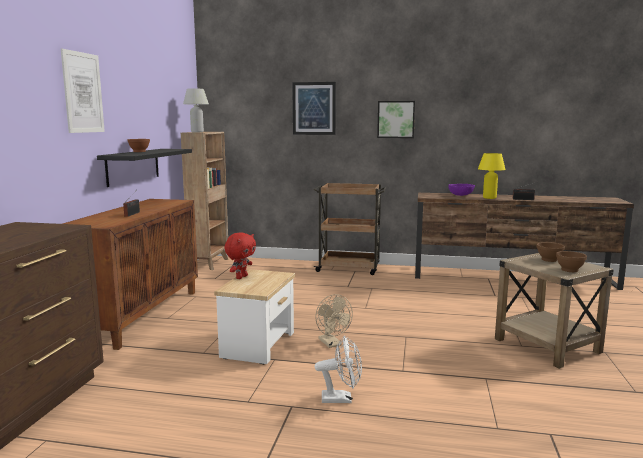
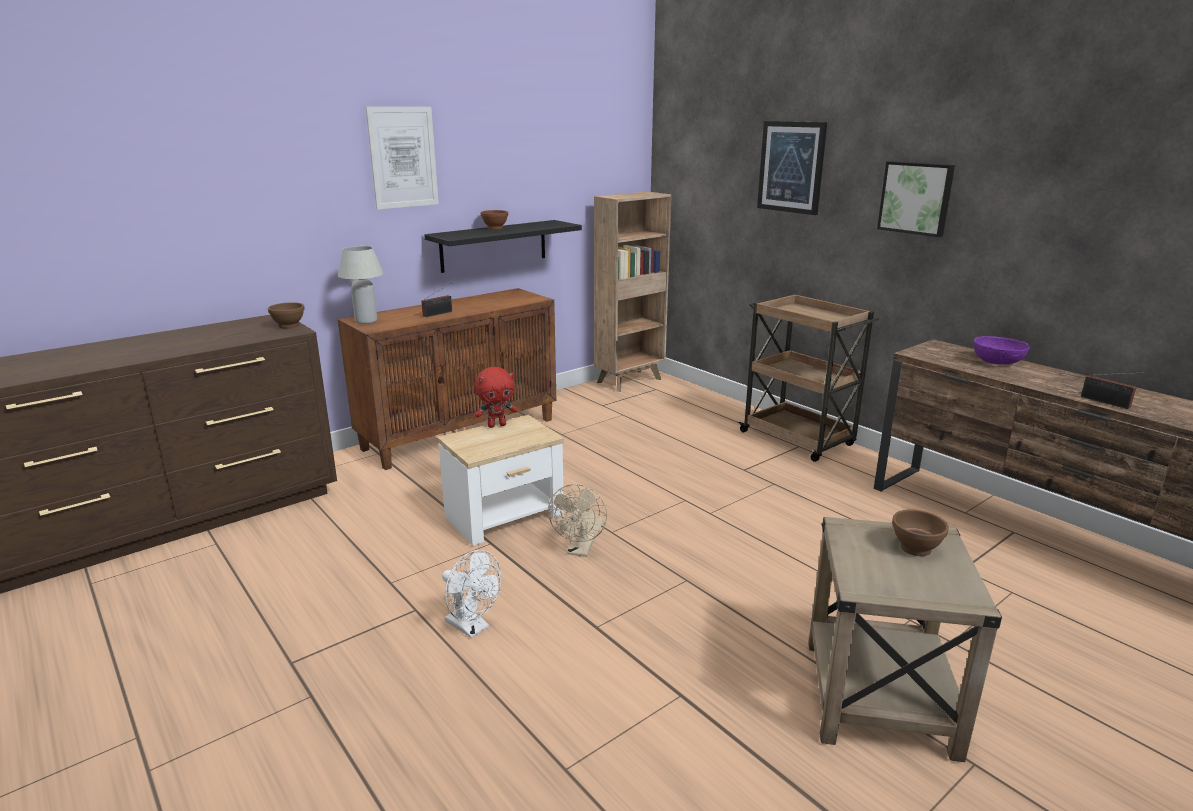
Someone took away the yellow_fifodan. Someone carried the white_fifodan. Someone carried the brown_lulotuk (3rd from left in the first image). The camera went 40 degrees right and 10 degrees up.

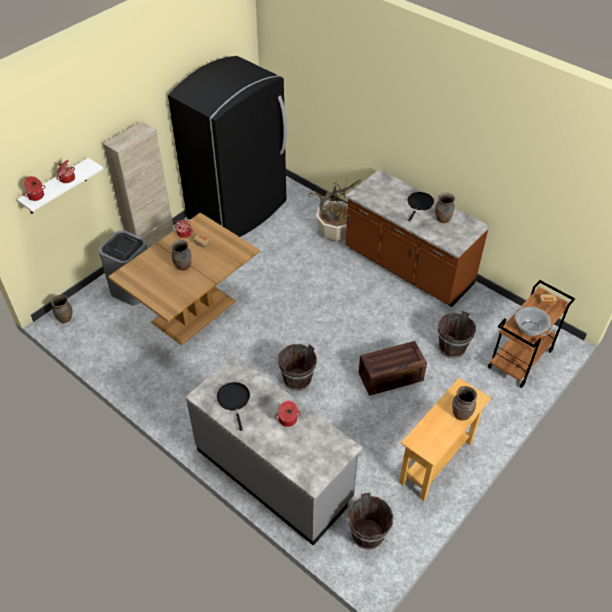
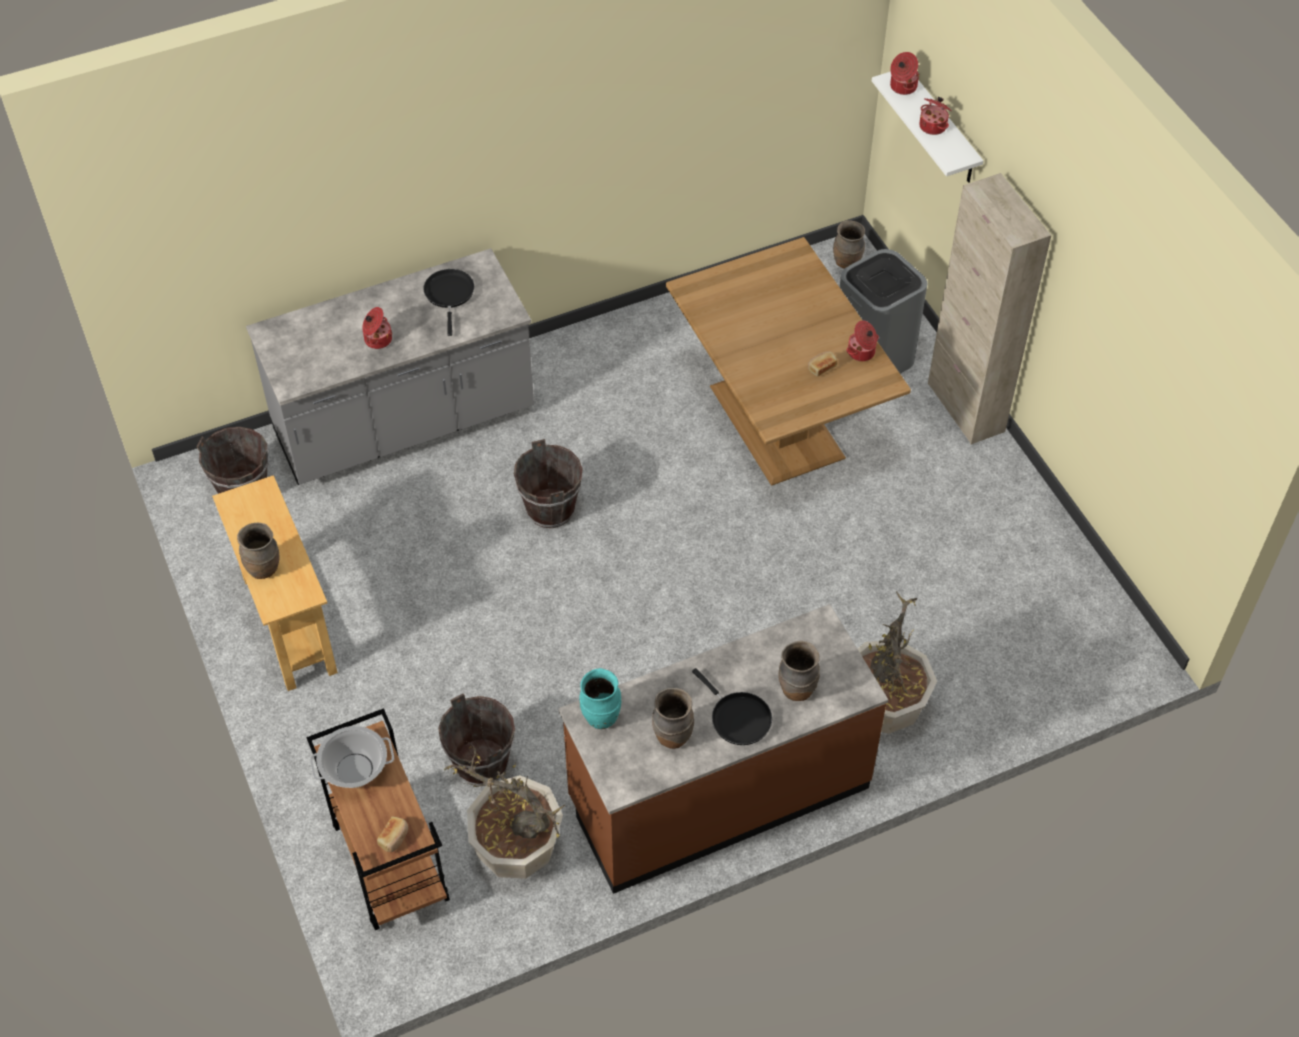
Someone took away the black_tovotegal. Someone took away the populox. Someone put down the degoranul (1st from left). Someone put down the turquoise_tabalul. Someone carried the brown_tabalul (2nd from left in the first image). Someone rotated the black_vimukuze (1st from left) by 105 degrees counterclockwise. The camera went 115 degrees right and 5 degrees up.

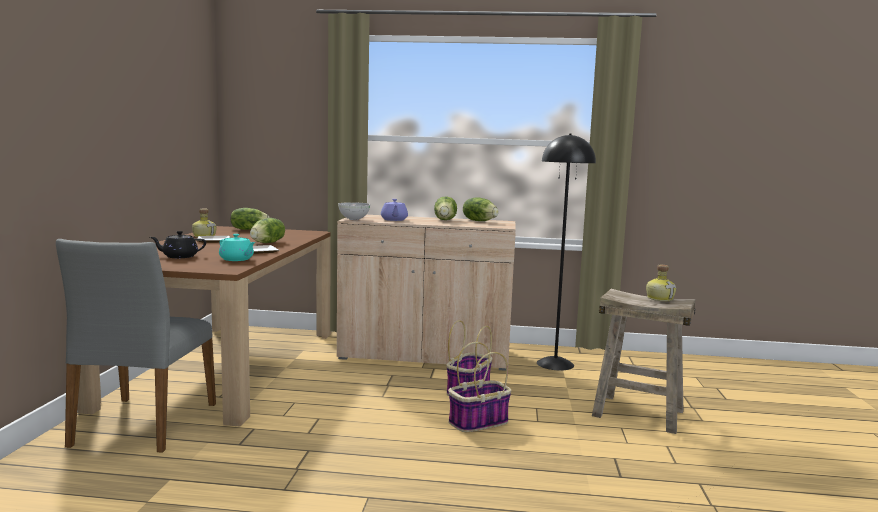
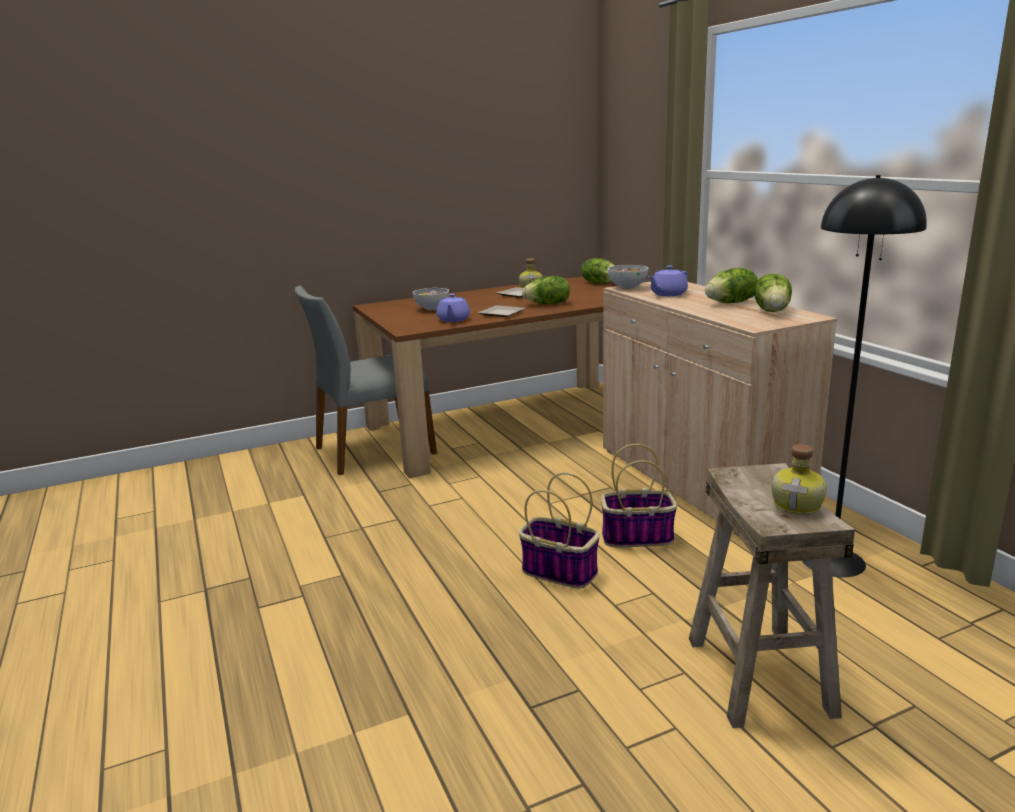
Someone swapped the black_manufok for the lulotuk (1st from left). Someone repainted the turquoise_manufok, which became the purple_manufok (1st from left). The camera went 60 degrees right and 10 degrees up.

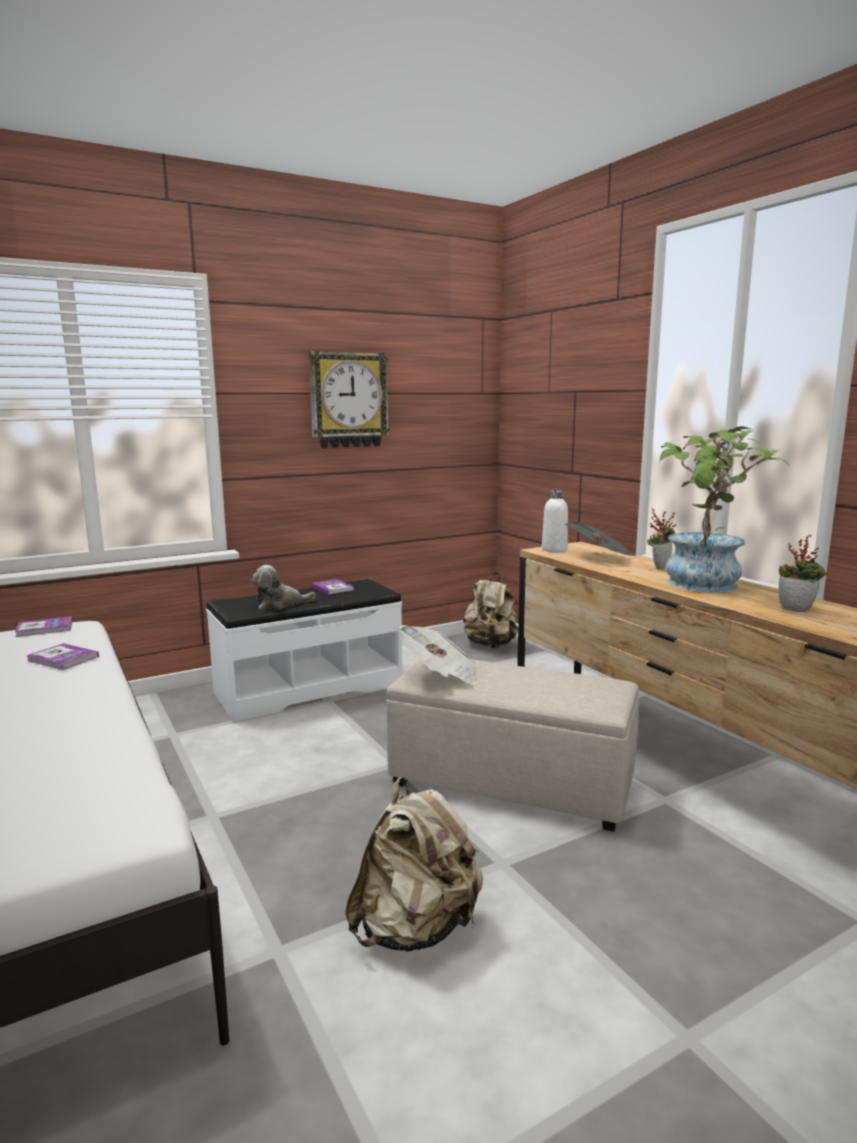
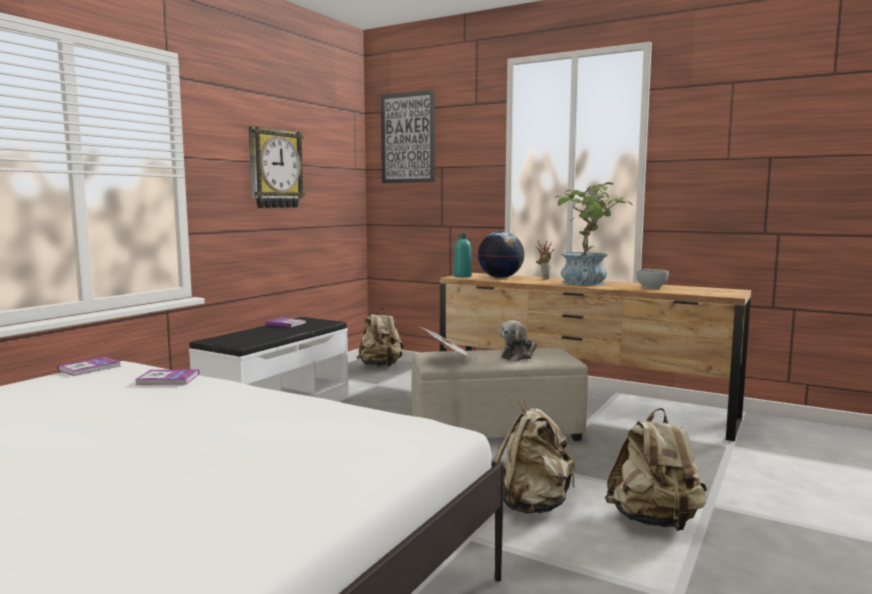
Someone put up the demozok. Someone put down the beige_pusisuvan (3rd from left). Someone carried the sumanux. Someone swapped the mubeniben (2nd from left) for the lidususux. Someone swapped the degoranul (3rd from left) for the lulotuk. Someone repainted the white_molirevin, which became the turquoise_molirevin. The camera went 30 degrees left and 5 degrees down.

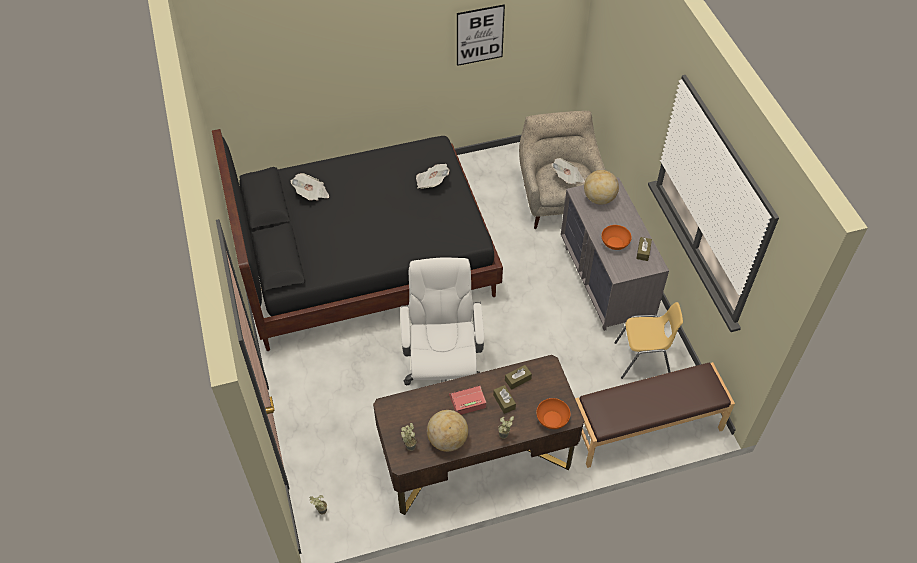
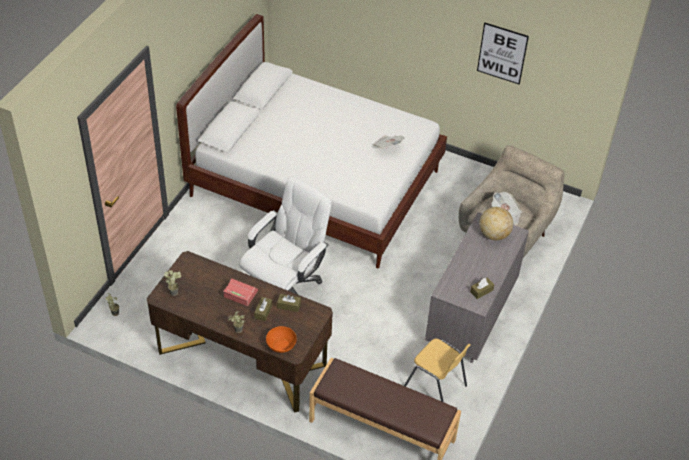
Someone took away the mubeniben (1st from left). Someone took away the lidususux (1st from left). Someone took away the orange_lulotuk (2nd from left). Someone repainted the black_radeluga, which became the white_radeluga. The camera went 40 degrees right and 5 degrees down.

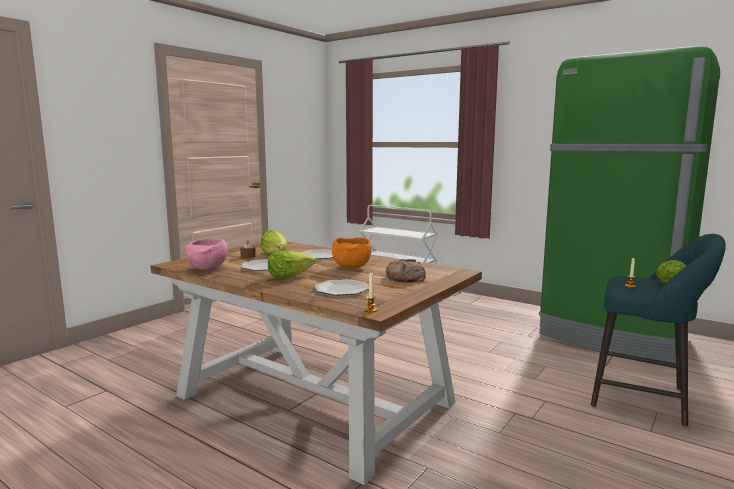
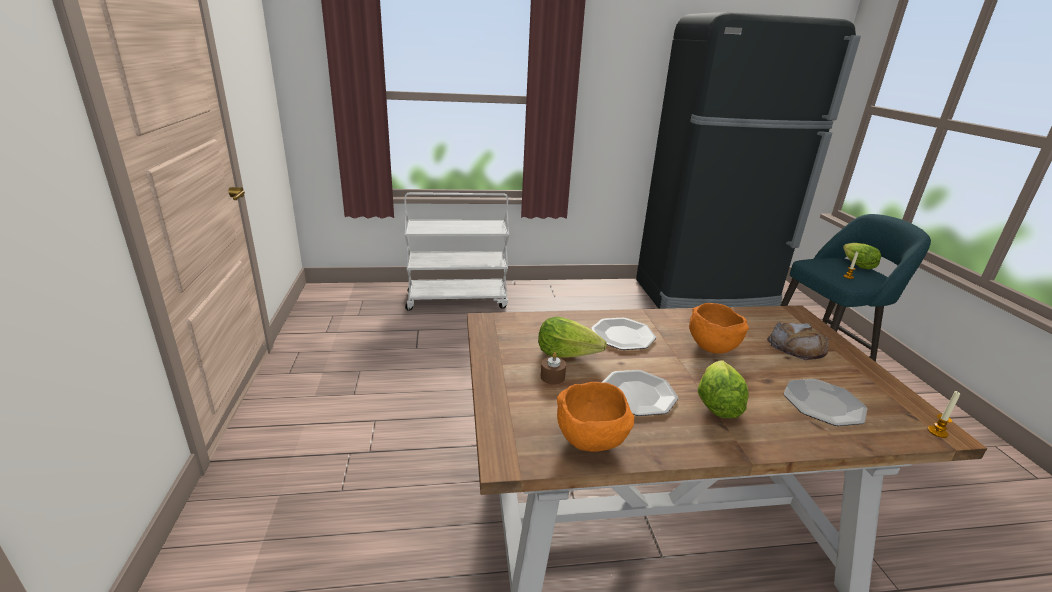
Someone repainted the pink_lulotuk, which became the orange_lulotuk (1st from left). Someone repainted the green_tovotegal, which became the black_tovotegal. The camera went 45 degrees left and 15 degrees up.

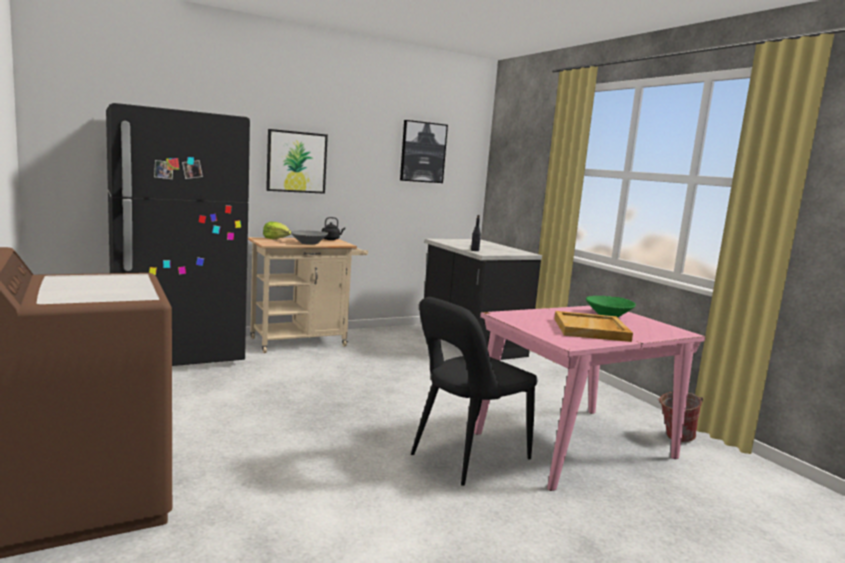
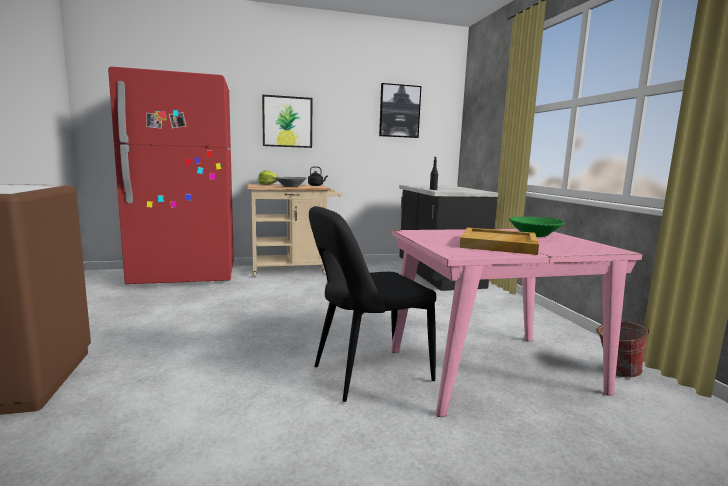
Someone repainted the black_tovotegal, which became the red_tovotegal. The camera went 15 degrees right and 0 degrees up.

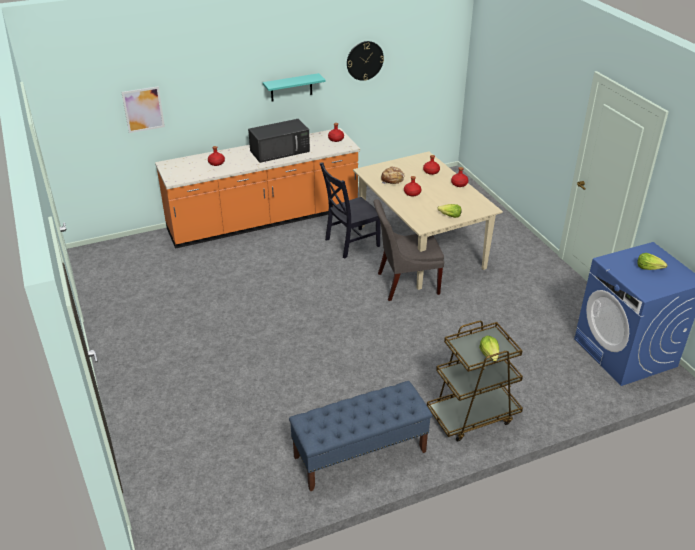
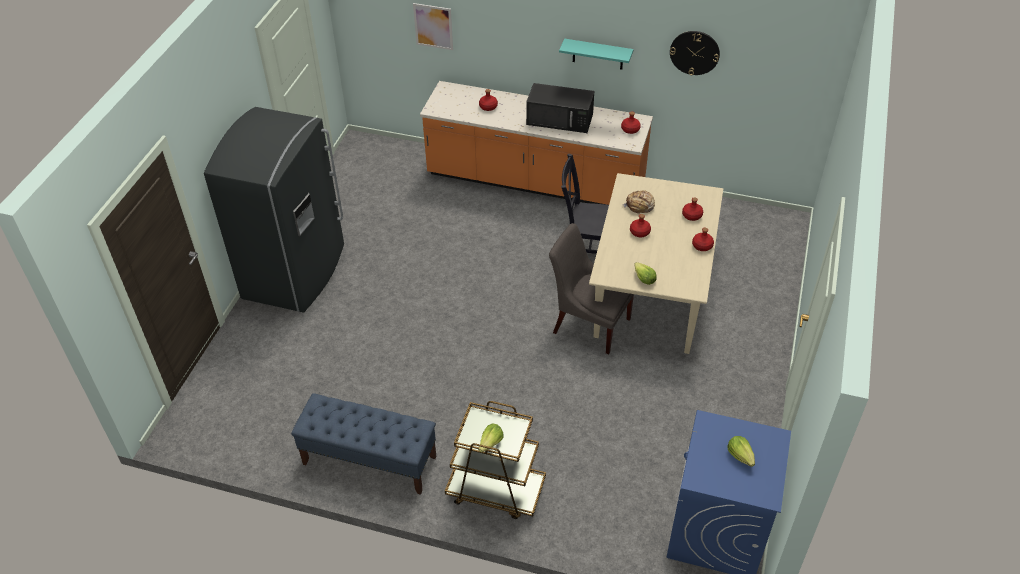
Someone put down the grey_tovotegal. The camera went 40 degrees right and 10 degrees up.

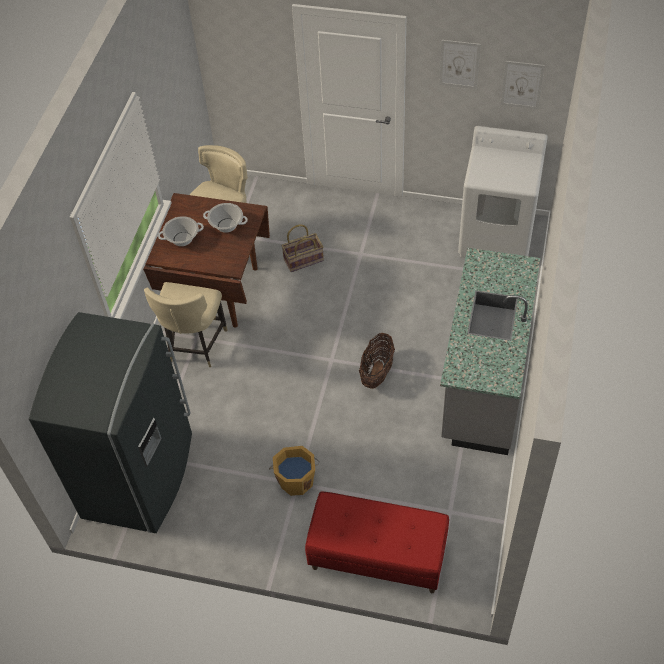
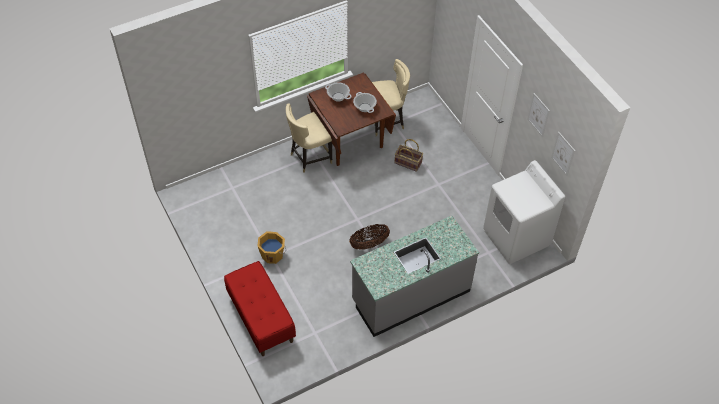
Someone took away the grey_tovotegal. The camera went 45 degrees right and 0 degrees up.

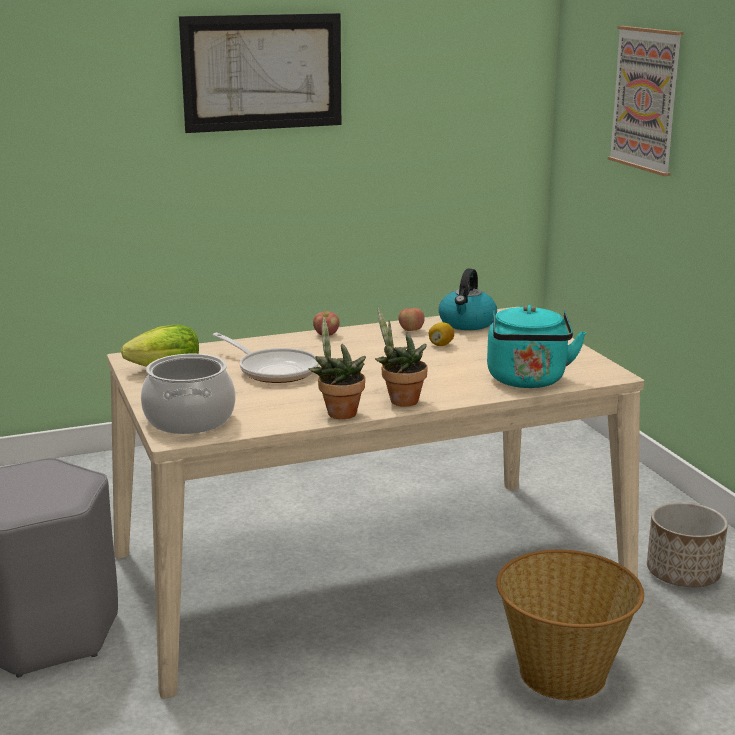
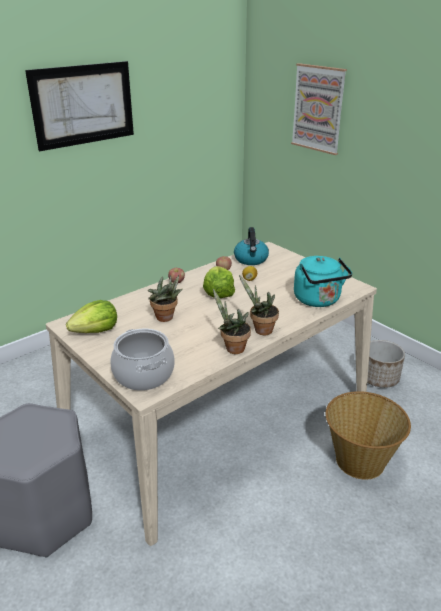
Someone put down the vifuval (2nd from left). Someone swapped the vimukuze for the degoranul (1st from left). The camera went 20 degrees left and 10 degrees up.

